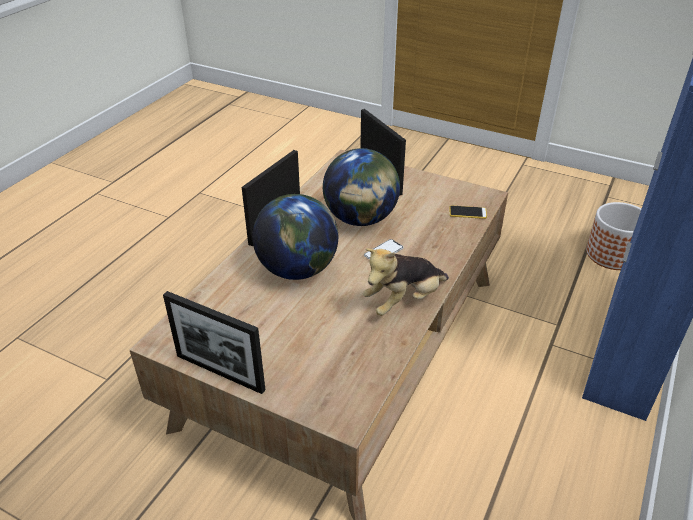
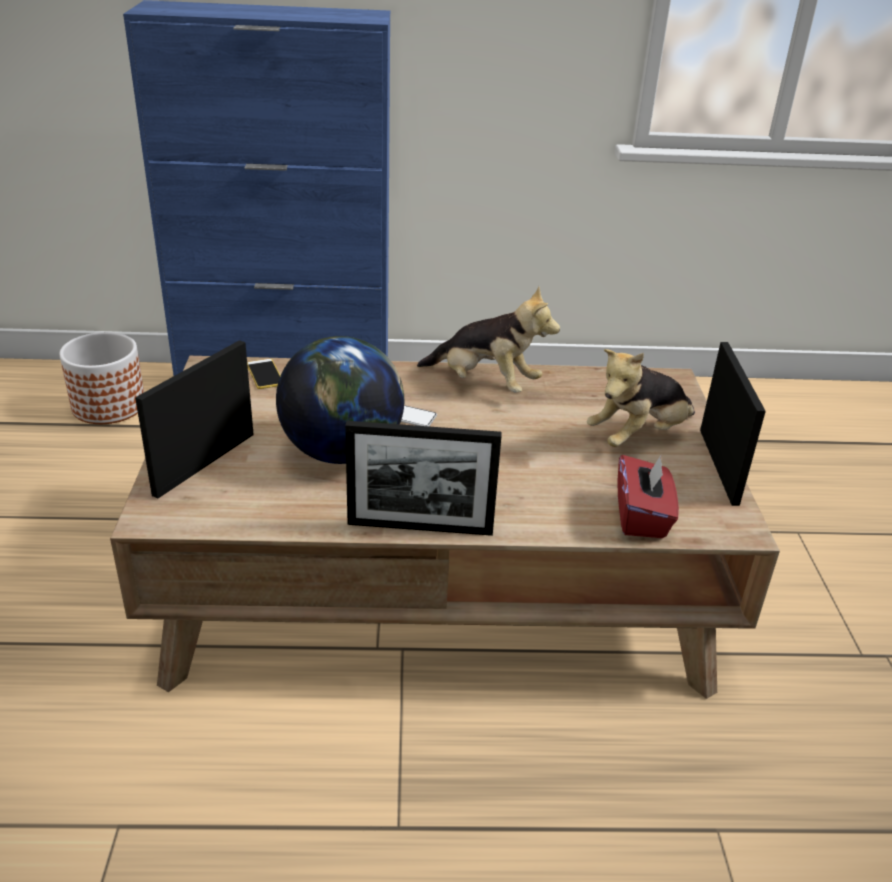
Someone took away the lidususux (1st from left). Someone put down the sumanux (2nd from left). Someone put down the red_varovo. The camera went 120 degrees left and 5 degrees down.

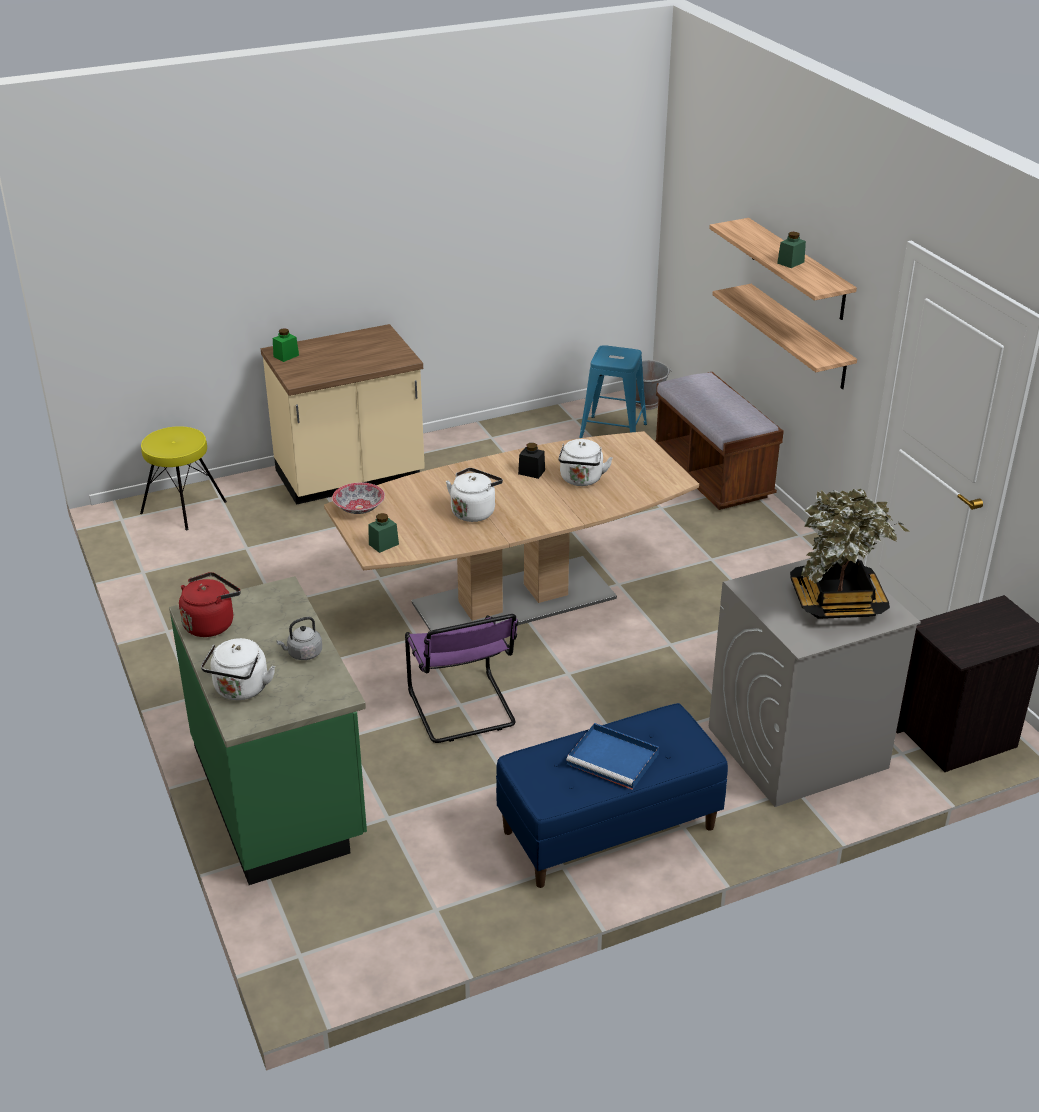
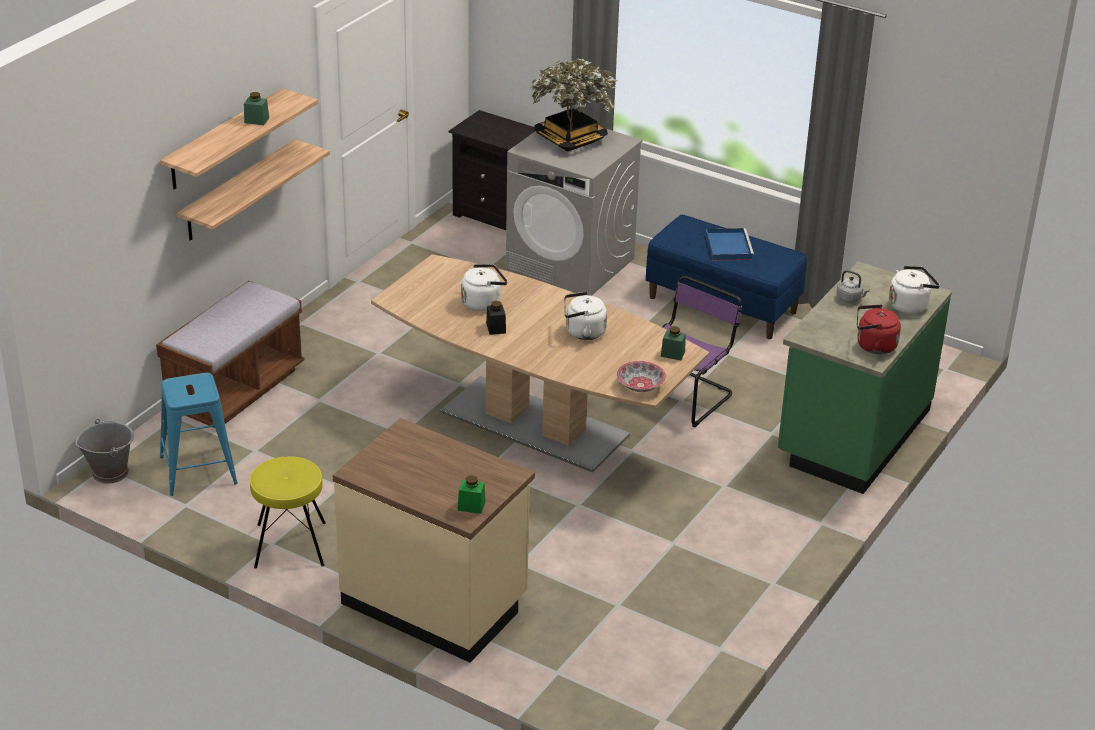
Someone carried the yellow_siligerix. The camera went 125 degrees left and 0 degrees up.

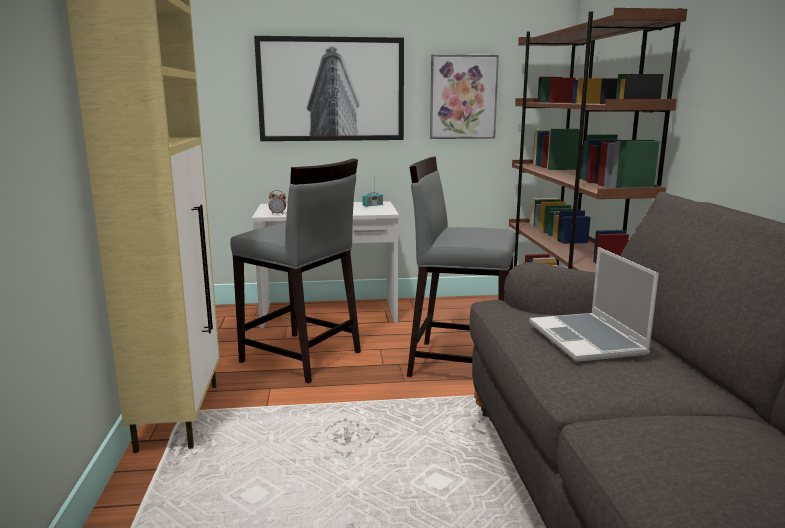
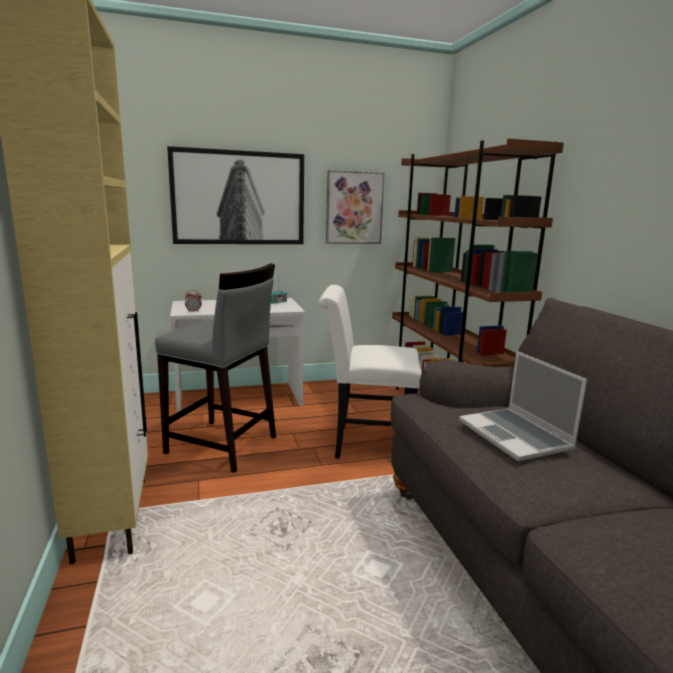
Someone swapped the grey_siligerix (2nd from left) for the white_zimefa. The camera went 10 degrees left and 0 degrees up.

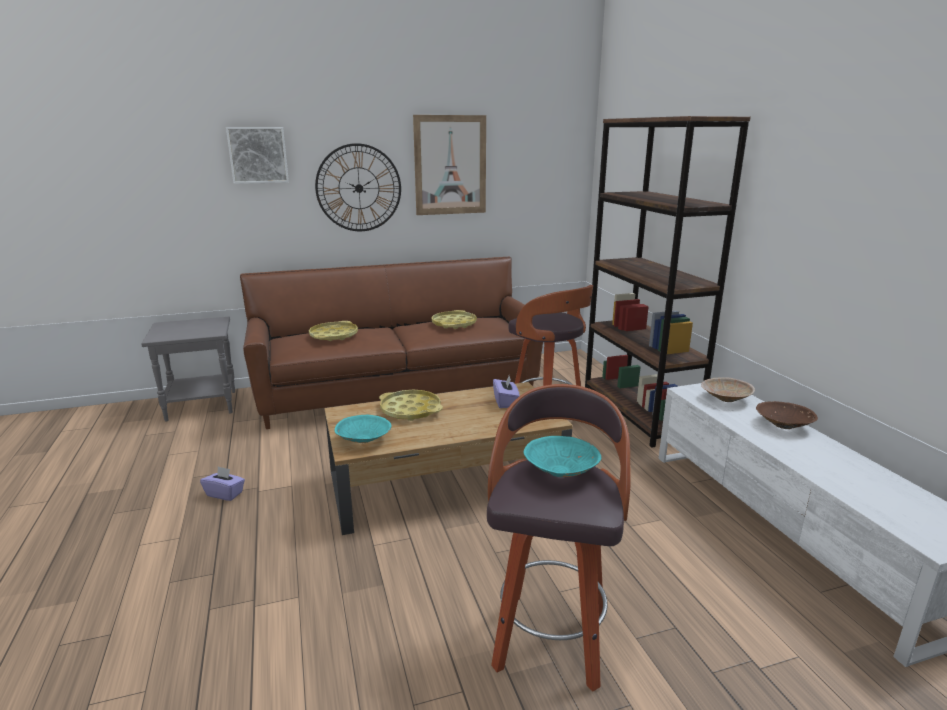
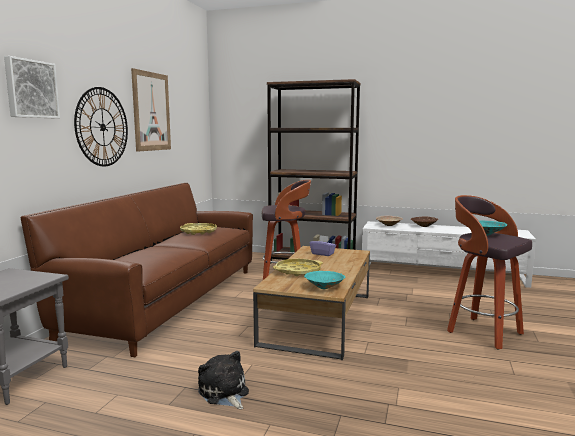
Someone took away the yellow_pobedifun (1st from left). Someone swapped the purple_varovo (1st from left) for the sumanux. The camera went 55 degrees left and 10 degrees down.

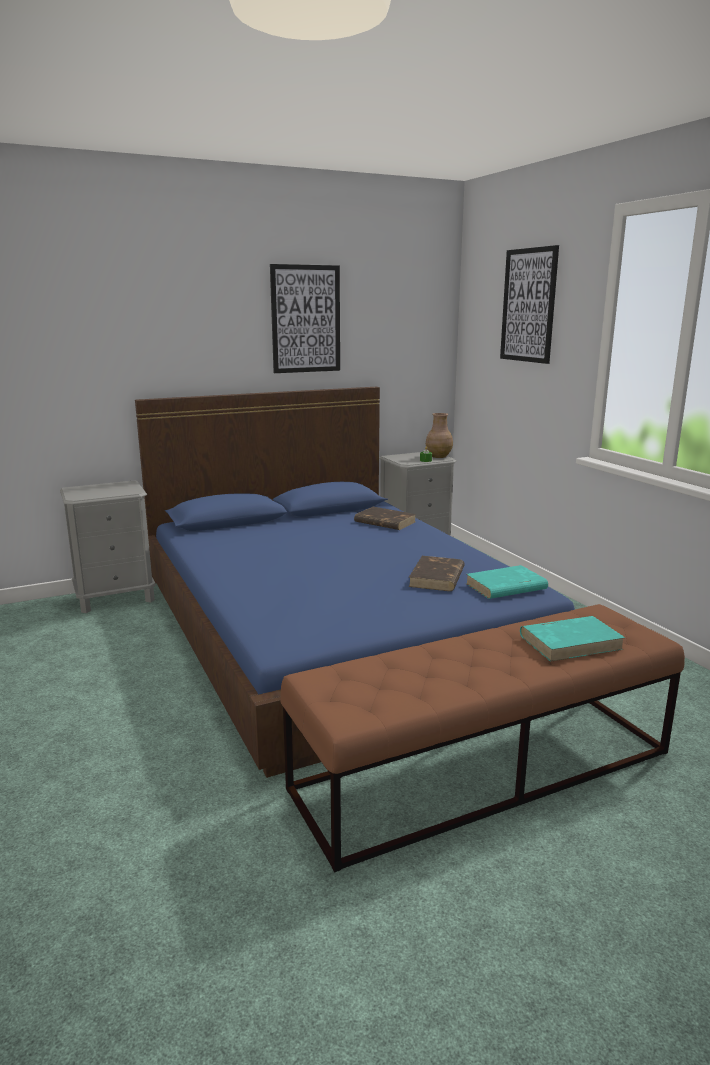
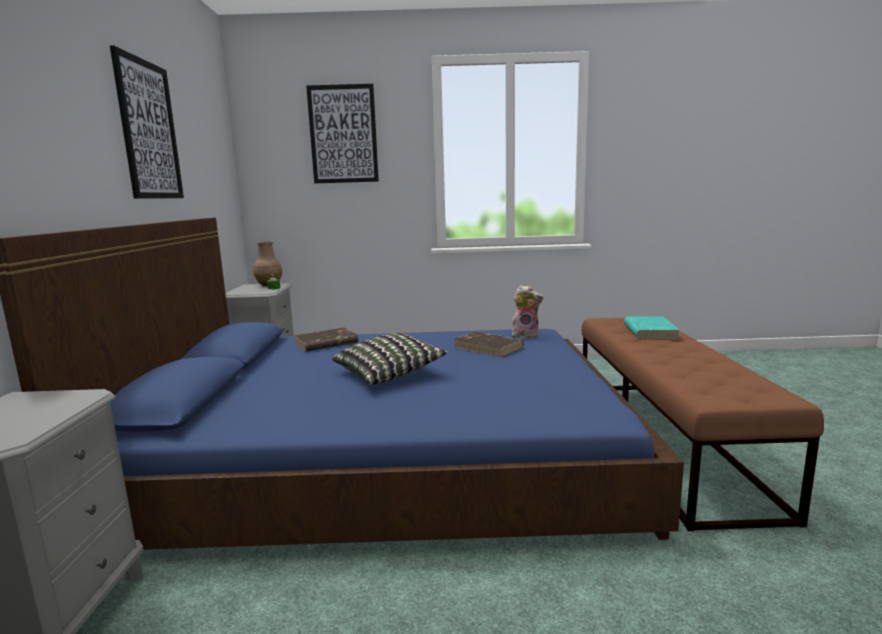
Someone put down the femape. Someone swapped the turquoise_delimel (1st from left) for the sumanux. The camera went 65 degrees left and 5 degrees down.

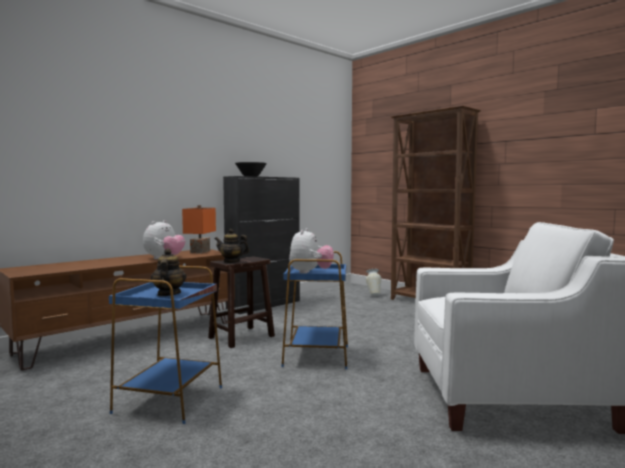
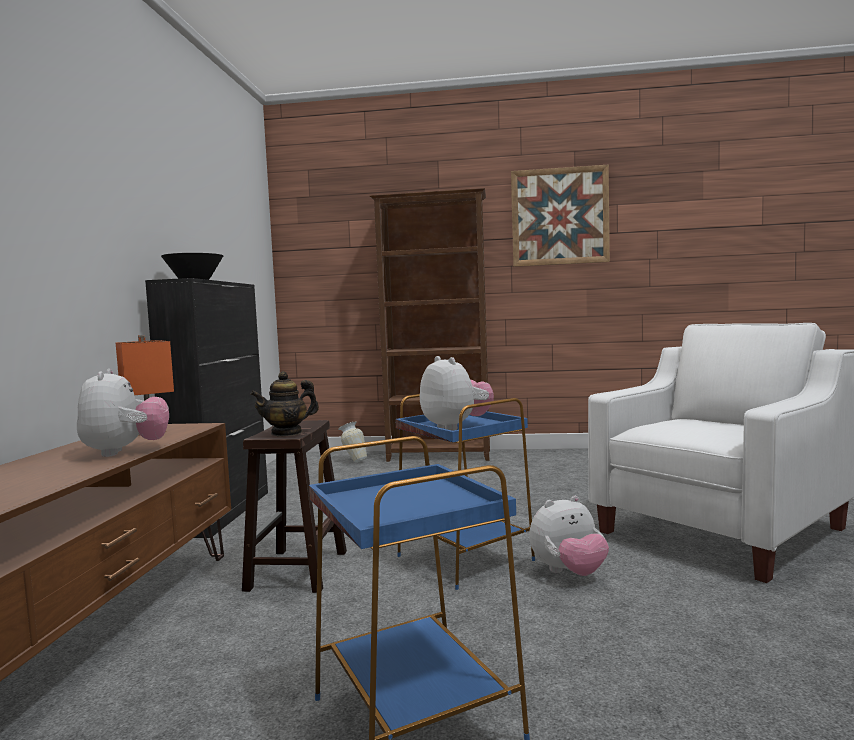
Someone took away the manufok (1st from left). Someone put up the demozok. Someone put down the sumanux (3rd from left). The camera went 40 degrees left and 0 degrees up.

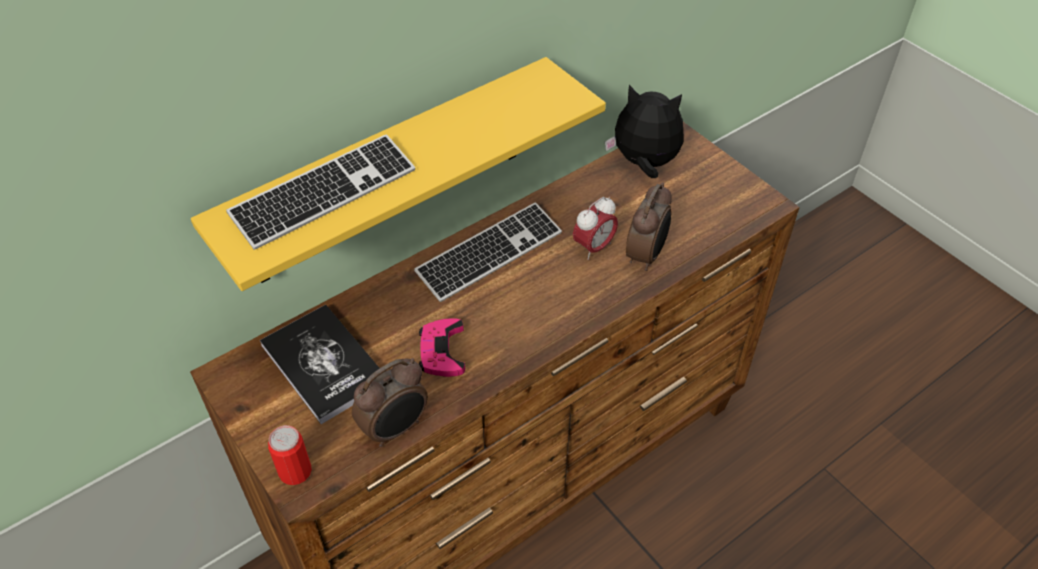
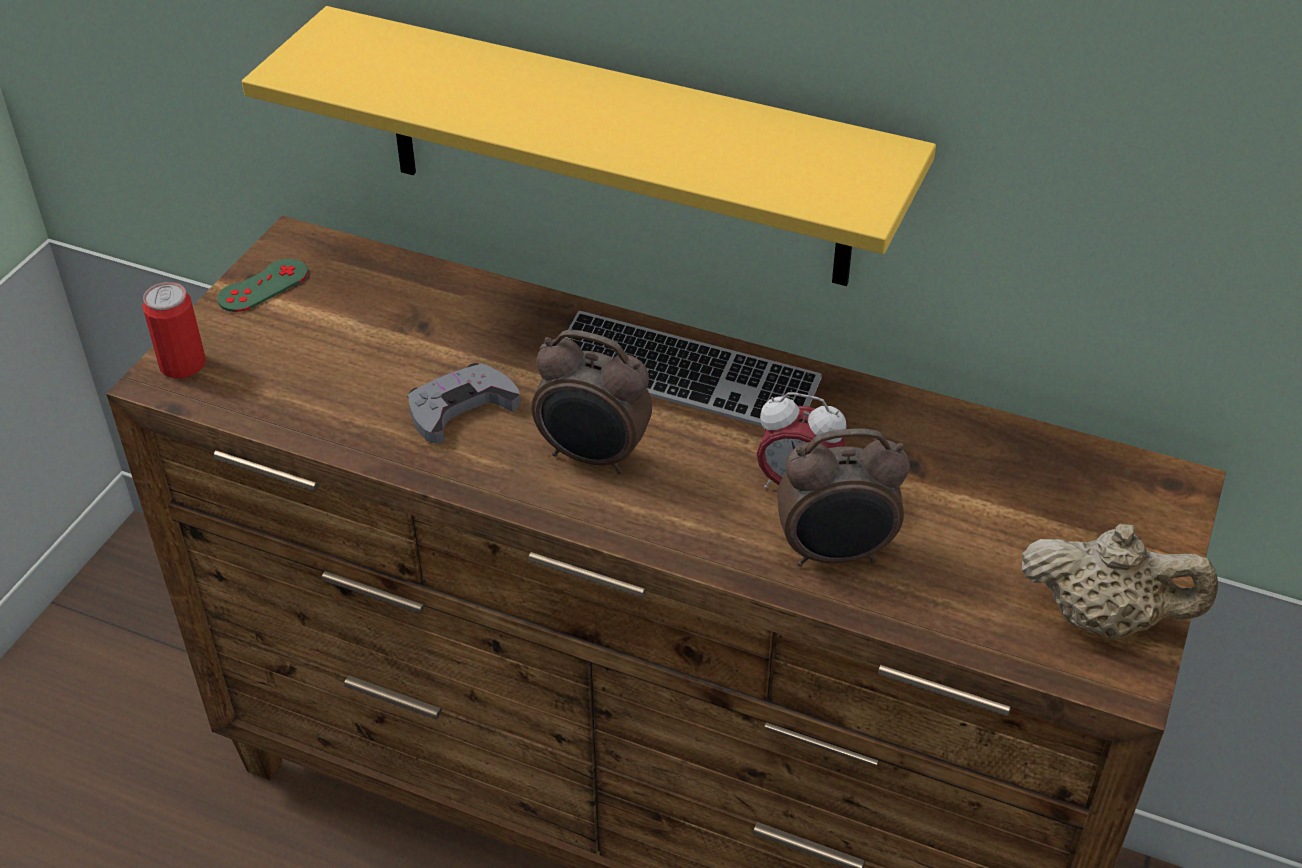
Someone took away the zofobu (1st from left). Someone took away the delimel. Someone took away the sumanux. Someone put down the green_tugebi. Someone put down the beige_manufok. Someone carried the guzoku (1st from left). Someone repainted the pink_tugebi, which became the grey_tugebi. The camera went 60 degrees right and 5 degrees down.

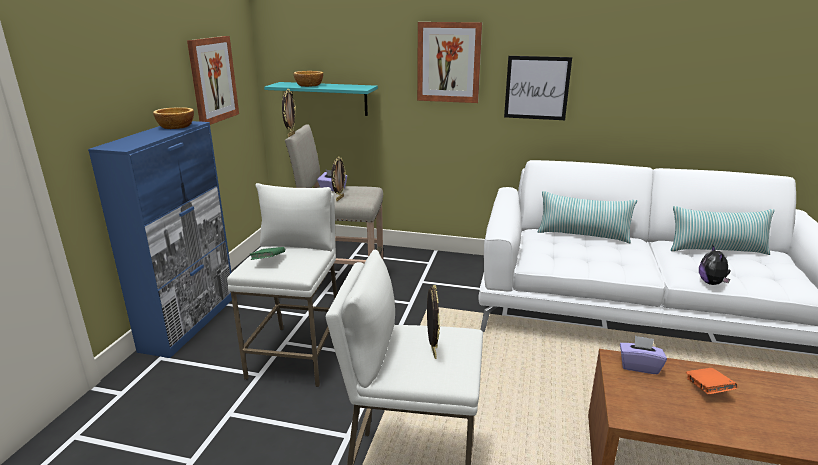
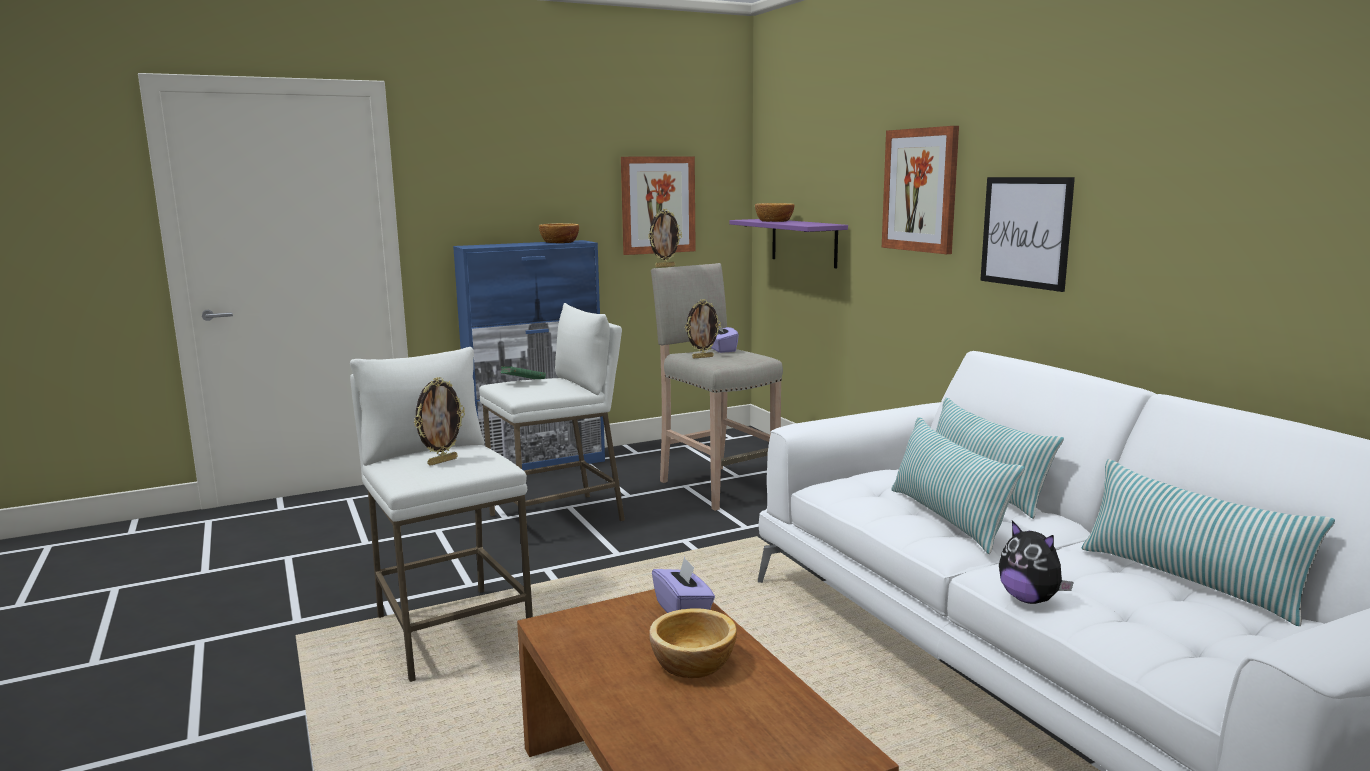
Someone put down the femape (1st from left). Someone swapped the orange_delimel for the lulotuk (2nd from left). Someone repainted the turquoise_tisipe, which became the purple_tisipe. Someone rotated the sumanux by 90 degrees counterclockwise. The camera went 50 degrees right and 10 degrees down.

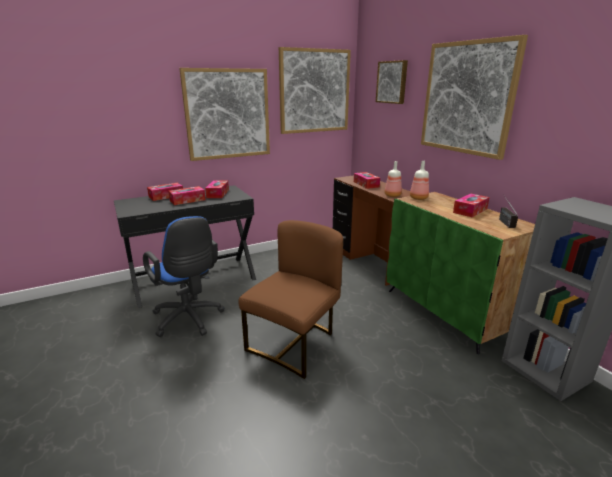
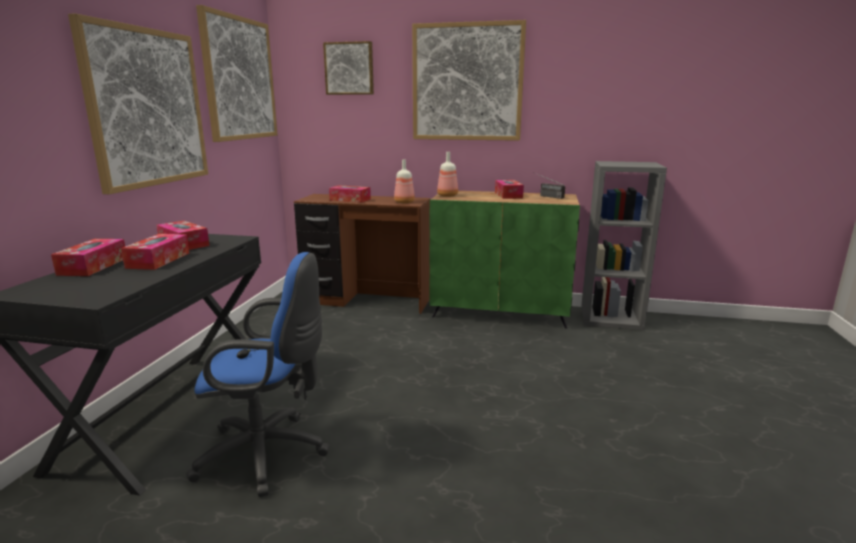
Someone took away the brown_zimefa. The camera went 50 degrees left and 5 degrees down.

